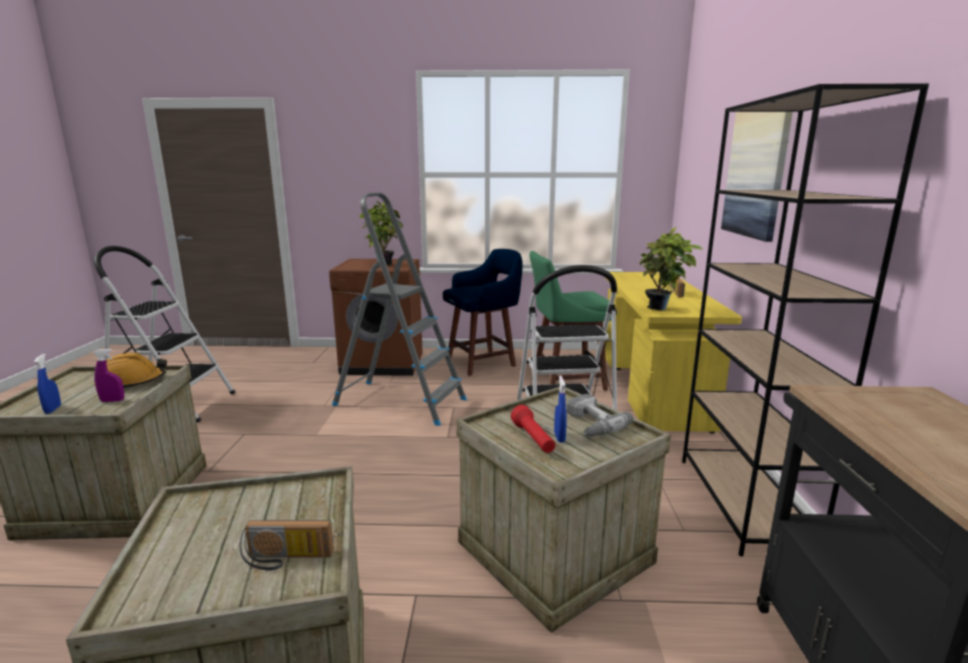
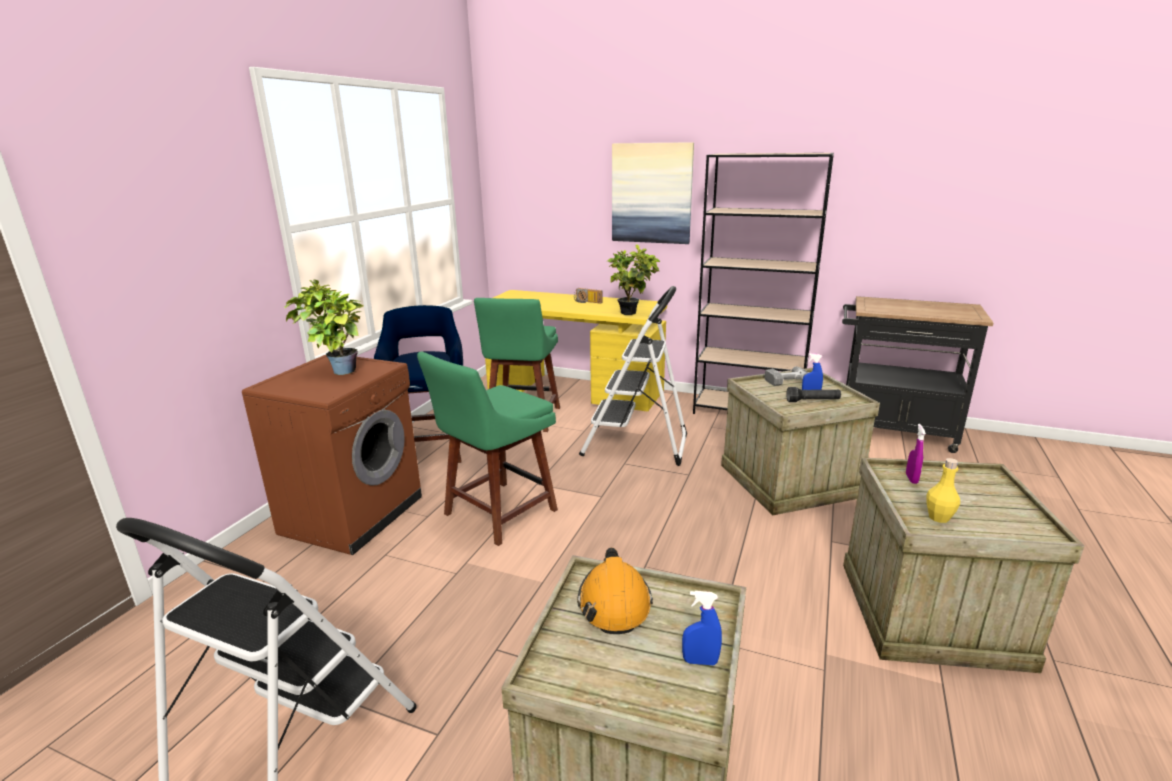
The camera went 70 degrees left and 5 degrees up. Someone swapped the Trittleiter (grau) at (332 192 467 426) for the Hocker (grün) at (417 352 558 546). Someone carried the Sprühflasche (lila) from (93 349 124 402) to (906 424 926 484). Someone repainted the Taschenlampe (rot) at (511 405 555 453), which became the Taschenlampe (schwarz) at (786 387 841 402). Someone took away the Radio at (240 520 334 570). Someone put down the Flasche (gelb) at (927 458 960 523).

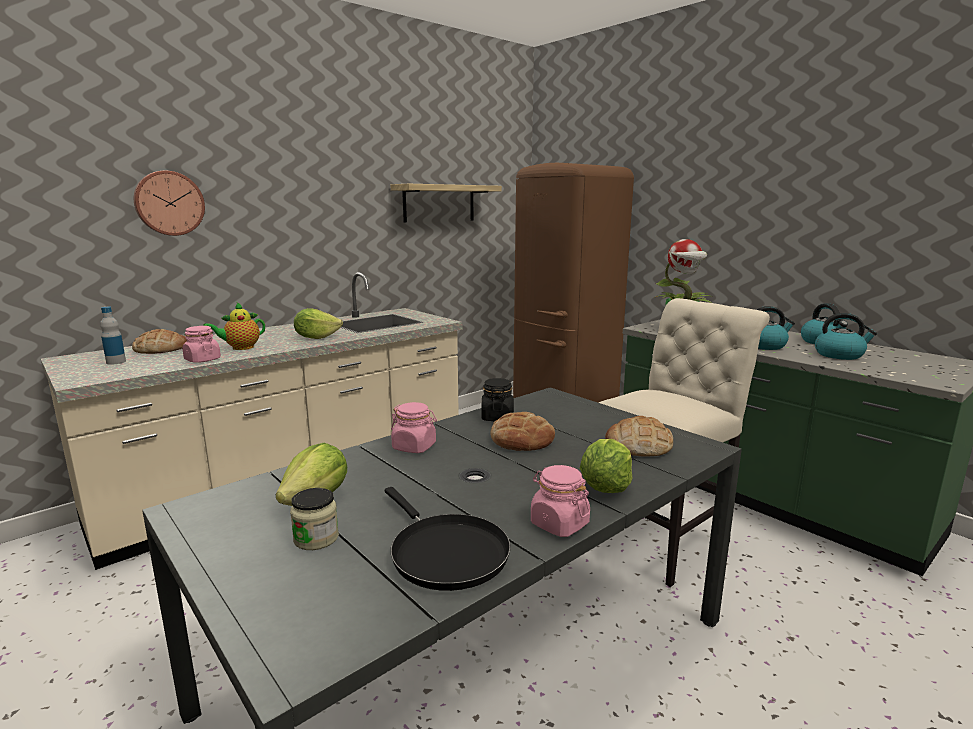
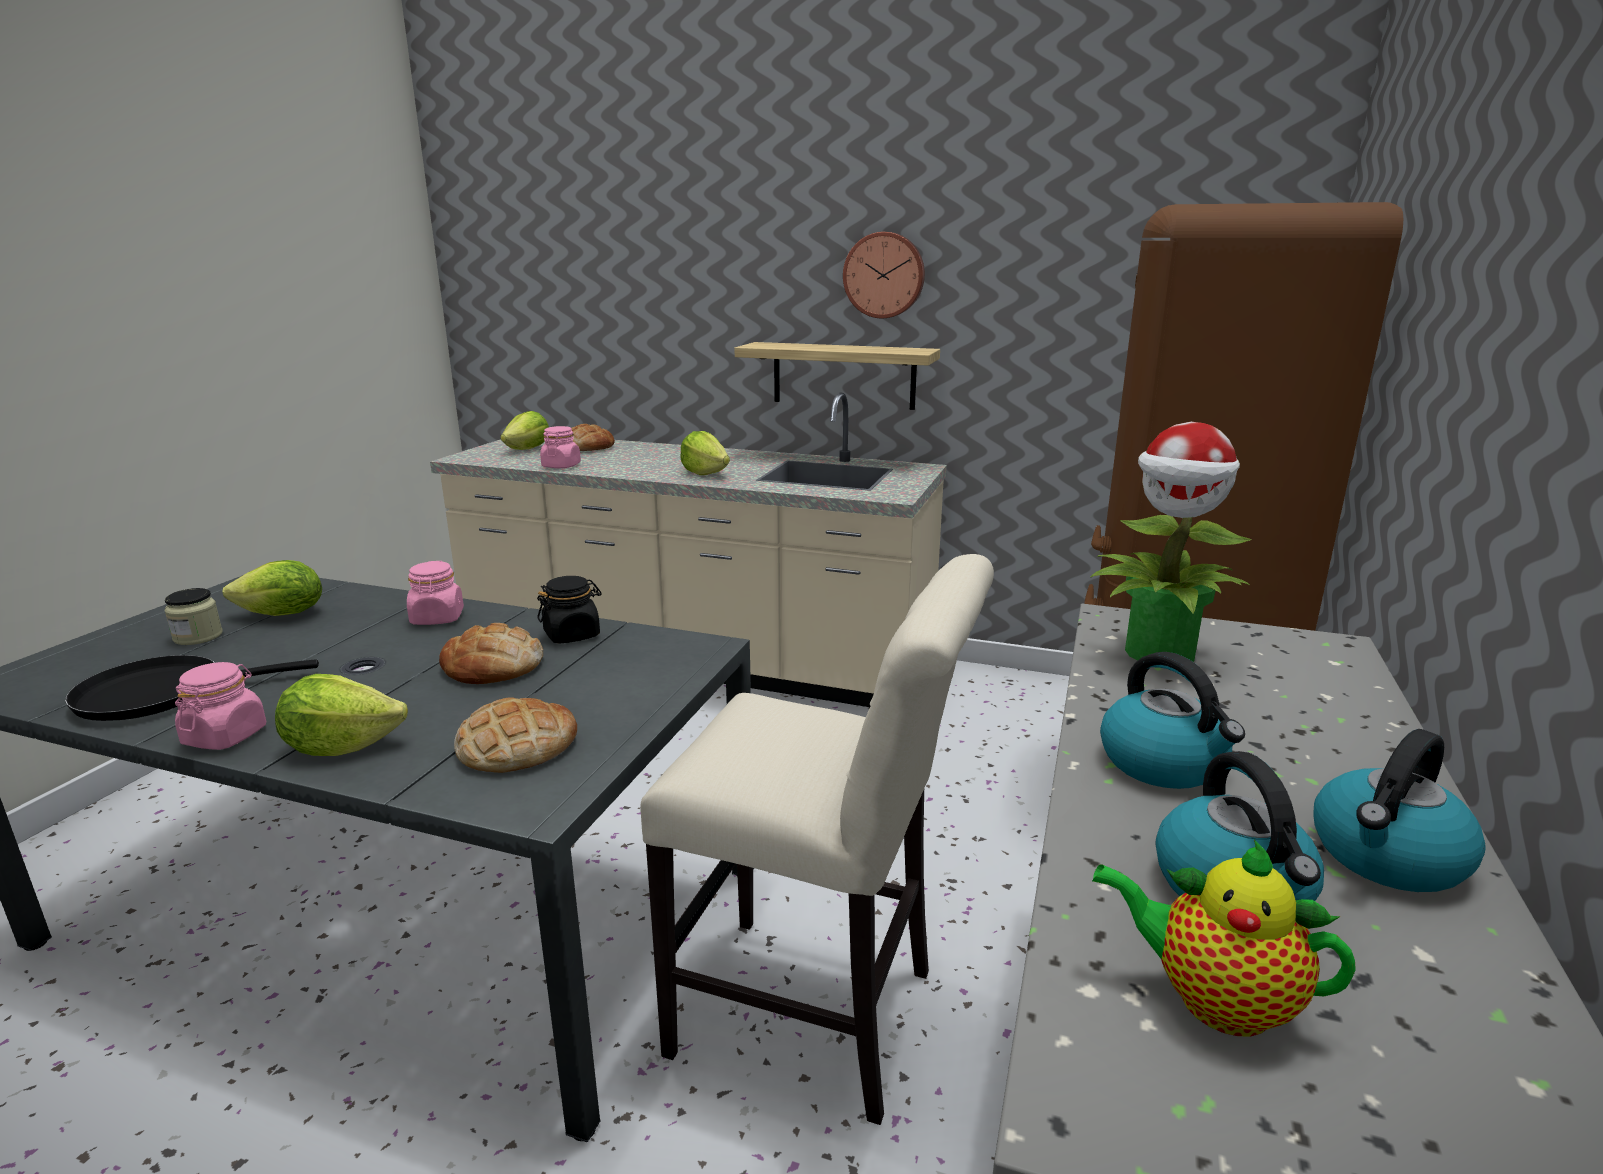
The camera went 60 degrees right and 5 degrees up. Someone carried the Wanduhr from (134 171 205 236) to (843 232 925 318). Someone carried the Wandregal from (391 184 502 222) to (734 342 940 410). Someone carried the Teekanne from (203 302 265 350) to (1092 840 1356 1036). Someone swapped the Flasche at (100 307 126 365) for the Salatkopf at (500 411 549 450). Someone rotated the Pfanne (schwarz) at (385 487 511 591) by 45 degrees clockwise.

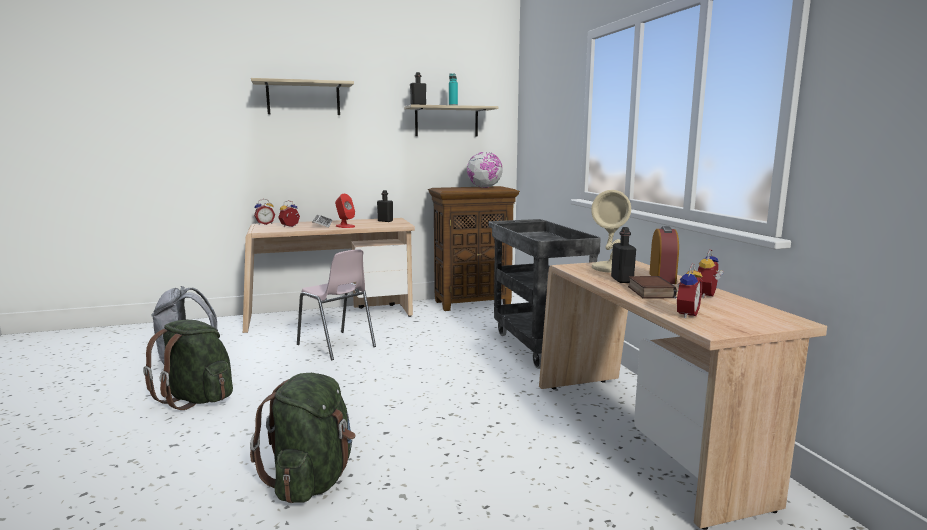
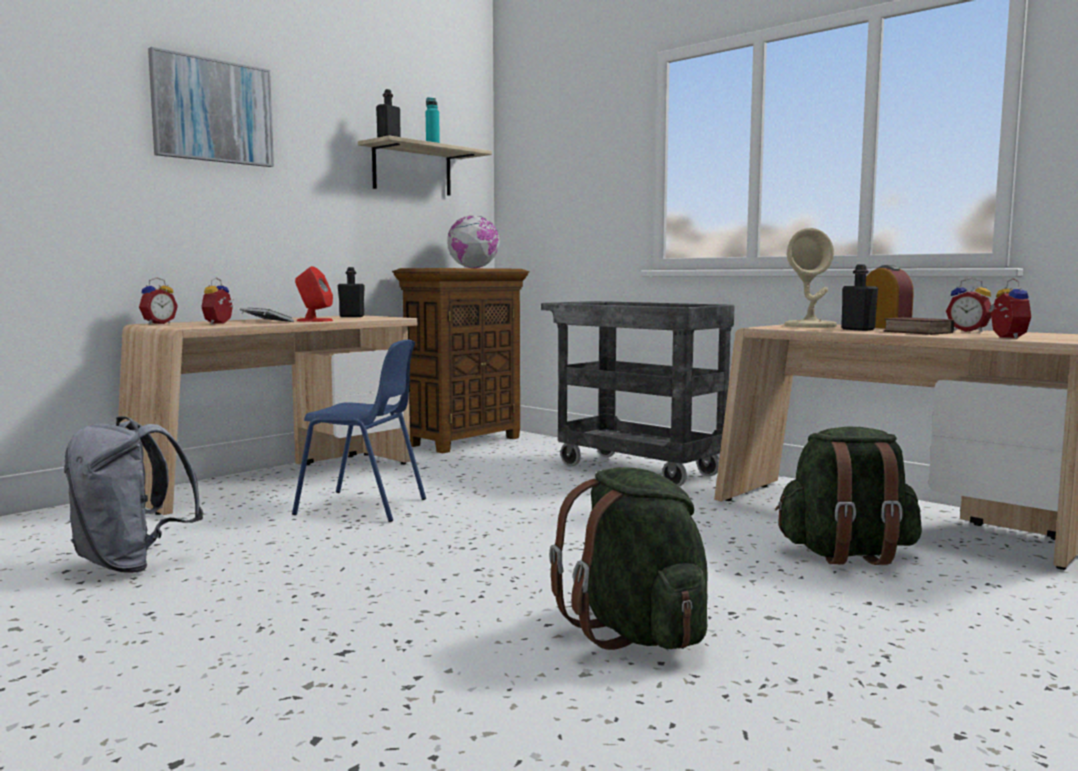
The camera went 30 degrees left and 5 degrees down. Someone swapped the Wandregal at (251 78 354 115) for the Bild at (148 47 274 167). Someone rotated the Wecker at (698 249 724 298) by 45 degrees counterclockwise. Someone repainted the Stuhl (rosa) at (297 250 376 360), which became the Stuhl (blau) at (292 340 426 522). Someone carried the Rucksack (grün) from (143 320 233 410) to (775 427 922 565).

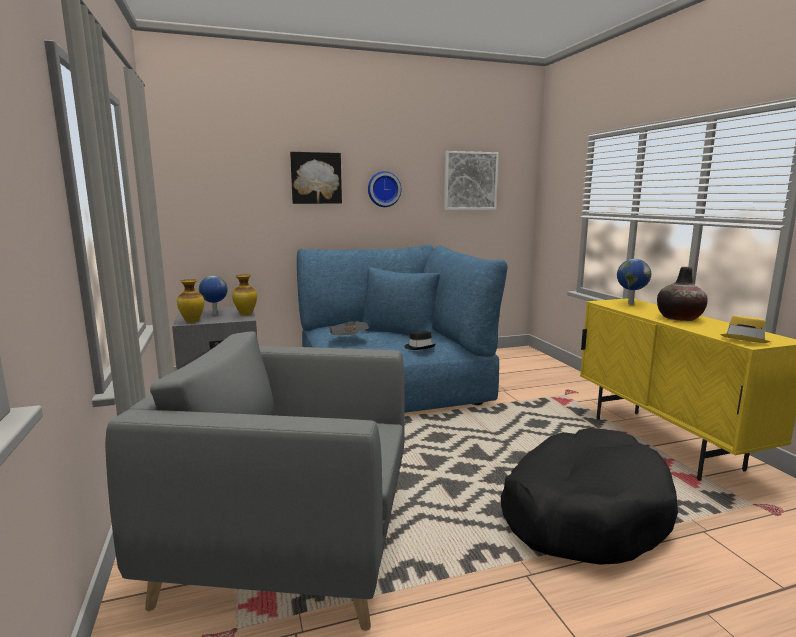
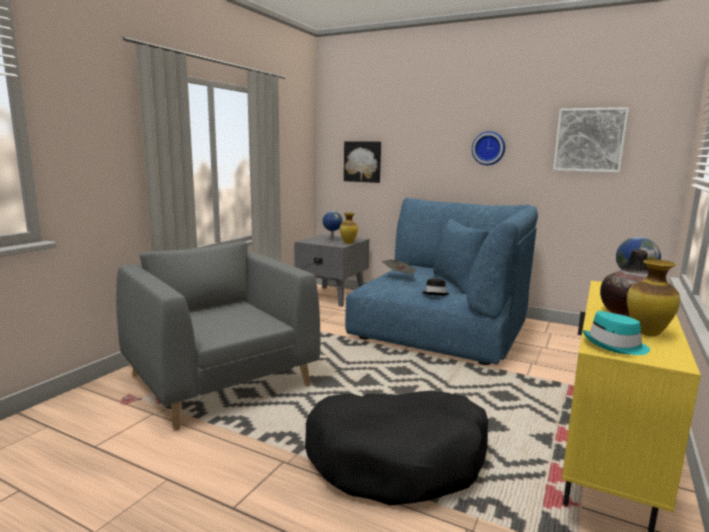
The camera went 45 degrees right and 0 degrees up. Someone carried the Bild from (290 152 342 204) to (344 141 381 183). Someone carried the Vase from (177 279 204 323) to (627 259 680 336). Someone repainted the Hut (gelb) at (720 316 771 343), which became the Hut (türkis) at (583 311 650 355).

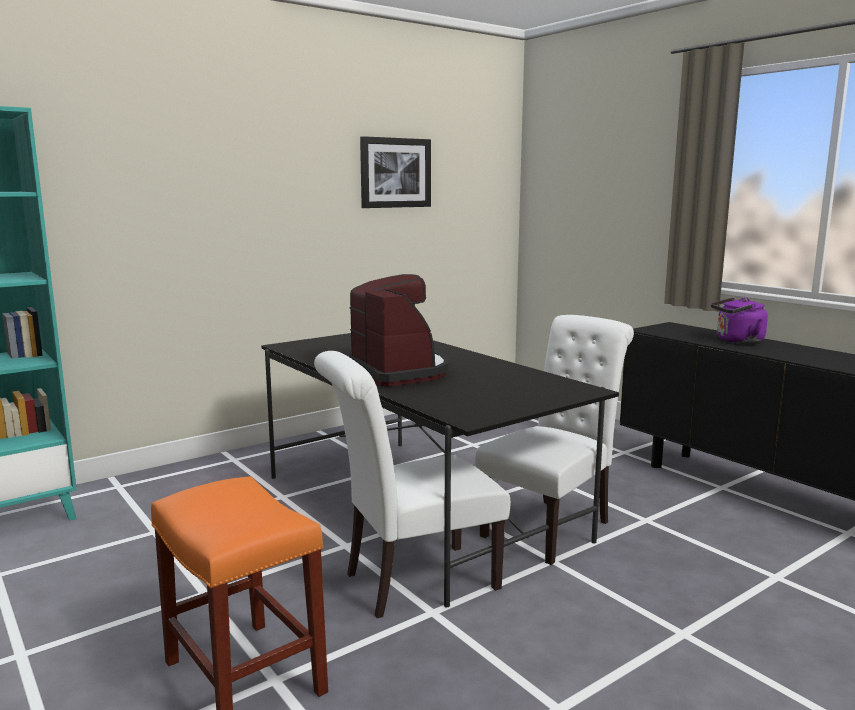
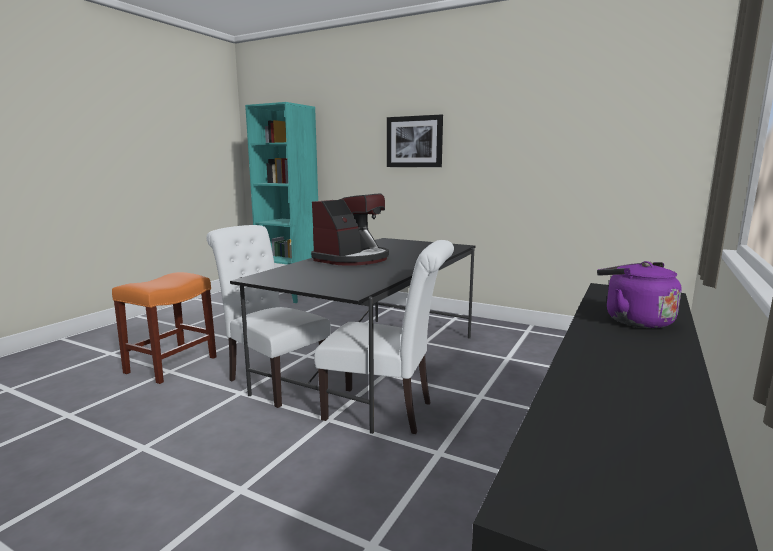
The camera went 65 degrees right and 0 degrees up. Someone carried the Bild from (360 136 431 208) to (387 114 443 167).

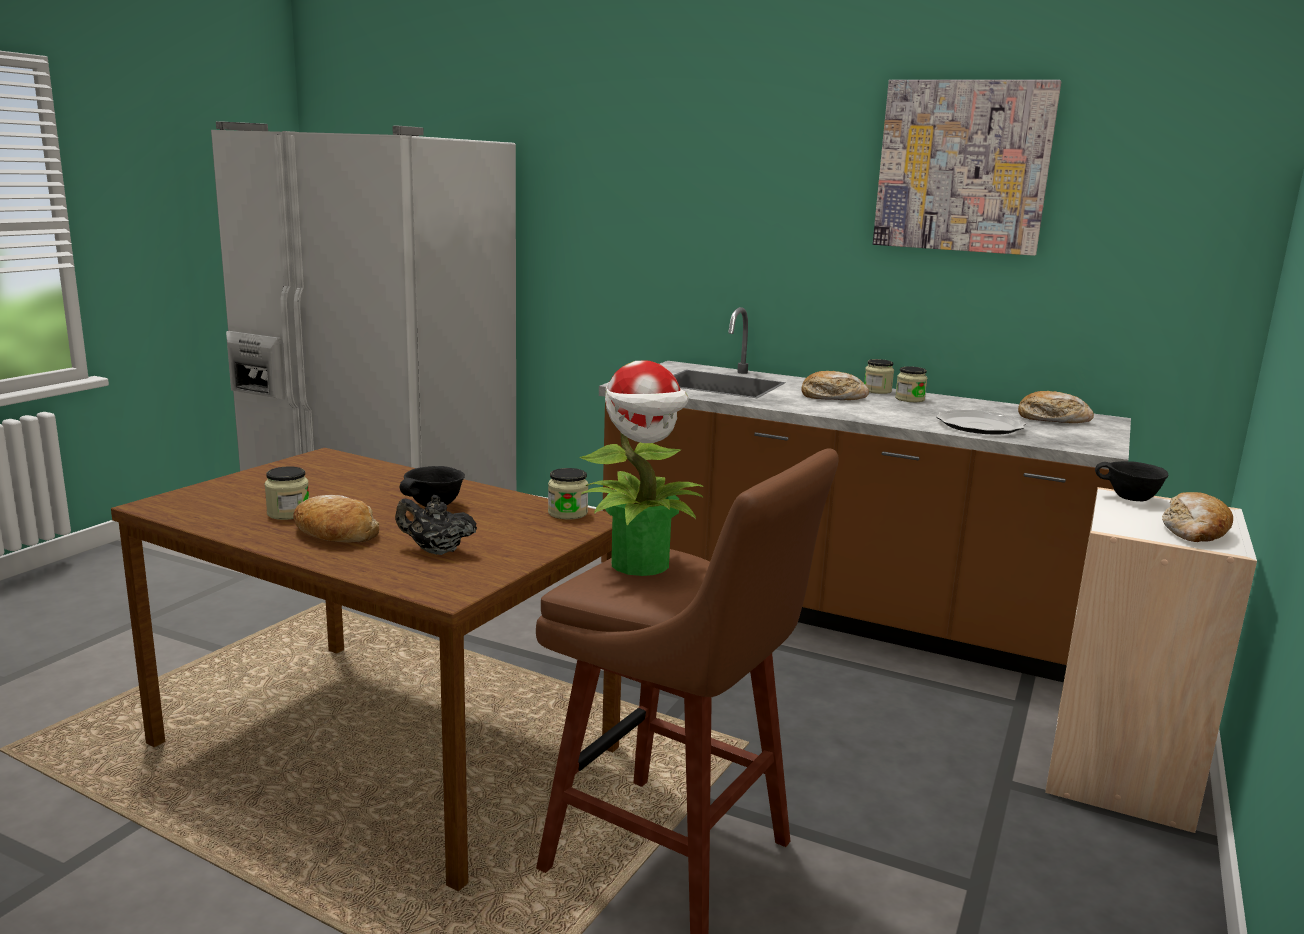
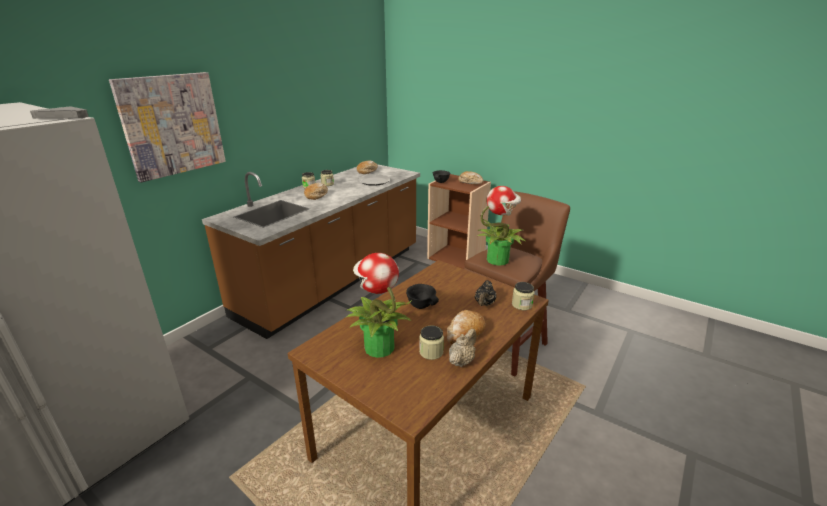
The camera went 80 degrees left and 10 degrees up. Someone carried the Bild from (873 80 1061 256) to (109 72 226 182). Someone carried the Vorratsglas from (548 468 588 520) to (512 282 535 310). Someone repainted the Bücherregal (weiß) at (1045 487 1257 833), which became the Bücherregal (braun) at (427 174 491 269). Someone put down the Topfpflanze at (347 253 412 358). Someone put down the Teekanne (beige) at (449 329 476 367).

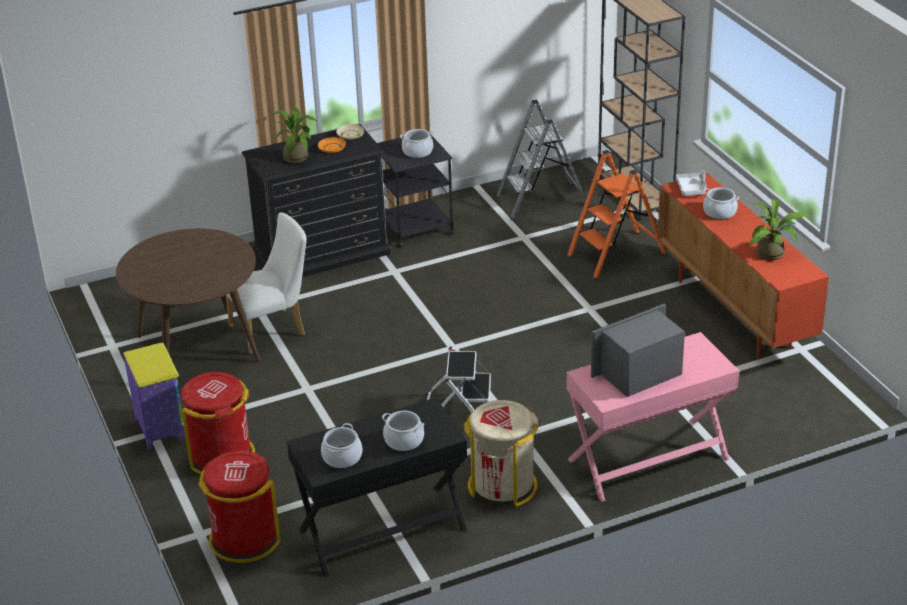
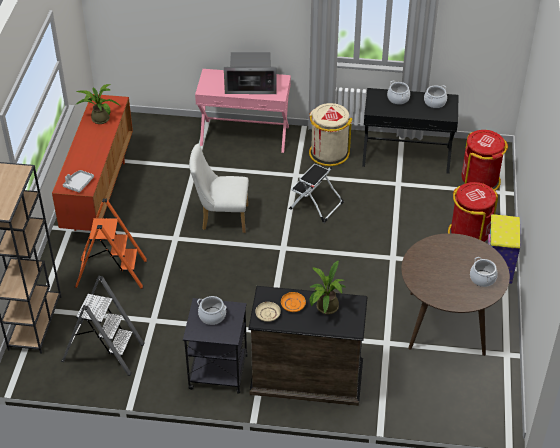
The camera went 150 degrees left and 10 degrees up. Someone carried the Kochtopf from (703 187 739 220) to (470 257 498 287). Someone carried the Stuhl (weiß) from (226 212 306 354) to (189 144 249 233).

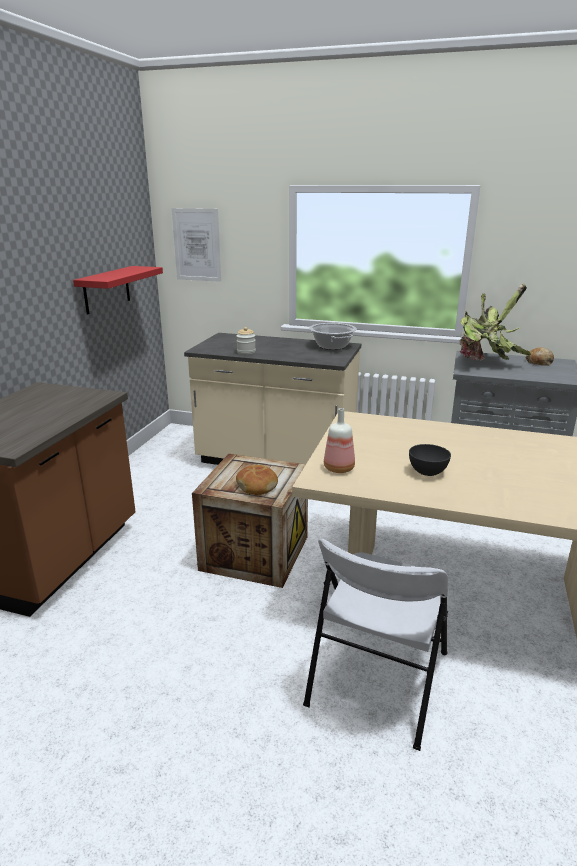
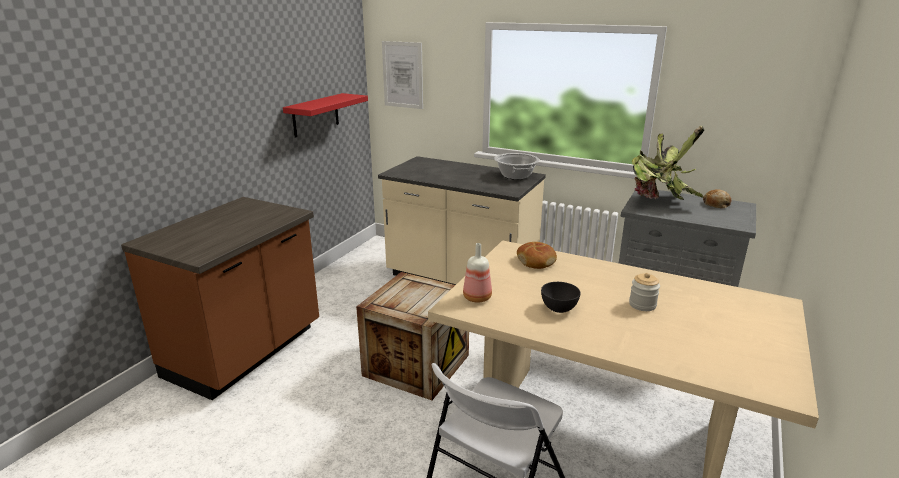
The camera went 10 degrees right and 0 degrees up. Someone carried the Vorratsglas from (236 327 256 354) to (629 273 660 311). Someone carried the Brot from (236 465 278 495) to (517 242 557 269).

